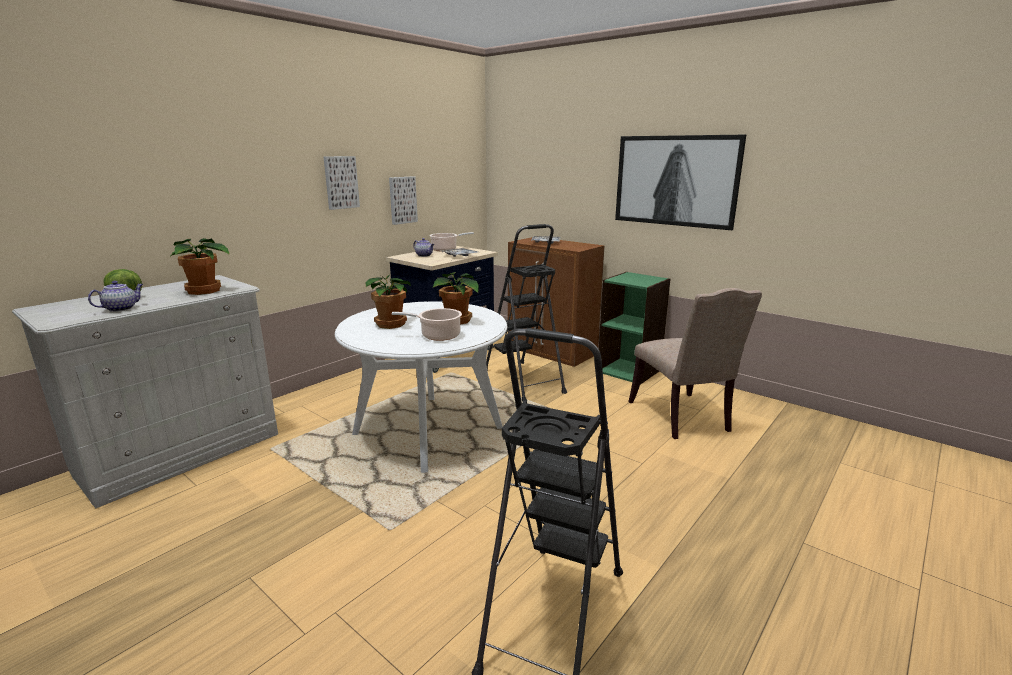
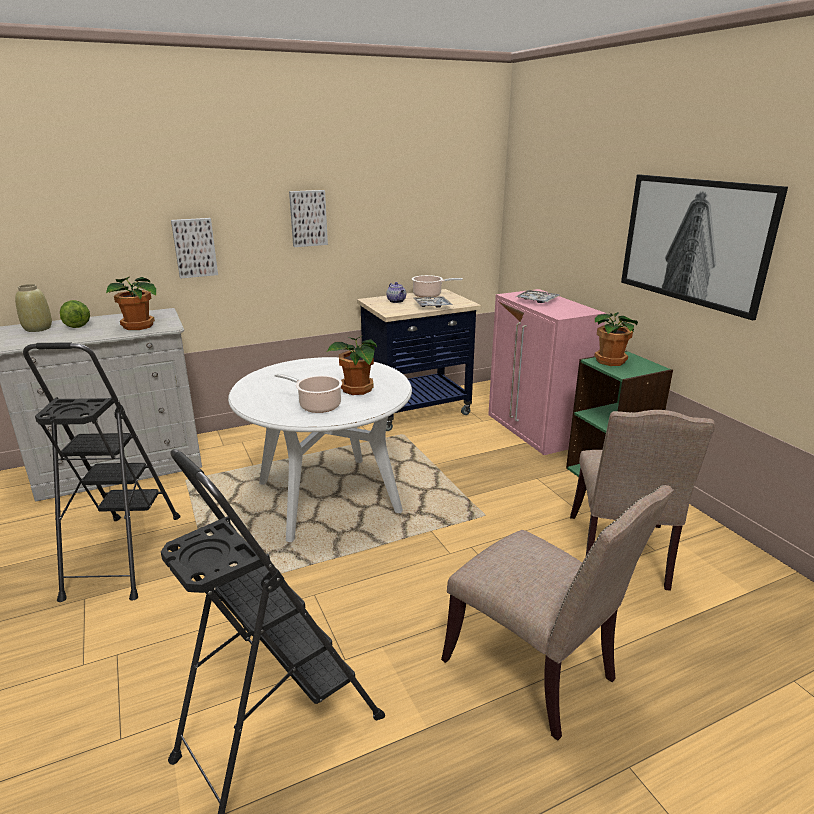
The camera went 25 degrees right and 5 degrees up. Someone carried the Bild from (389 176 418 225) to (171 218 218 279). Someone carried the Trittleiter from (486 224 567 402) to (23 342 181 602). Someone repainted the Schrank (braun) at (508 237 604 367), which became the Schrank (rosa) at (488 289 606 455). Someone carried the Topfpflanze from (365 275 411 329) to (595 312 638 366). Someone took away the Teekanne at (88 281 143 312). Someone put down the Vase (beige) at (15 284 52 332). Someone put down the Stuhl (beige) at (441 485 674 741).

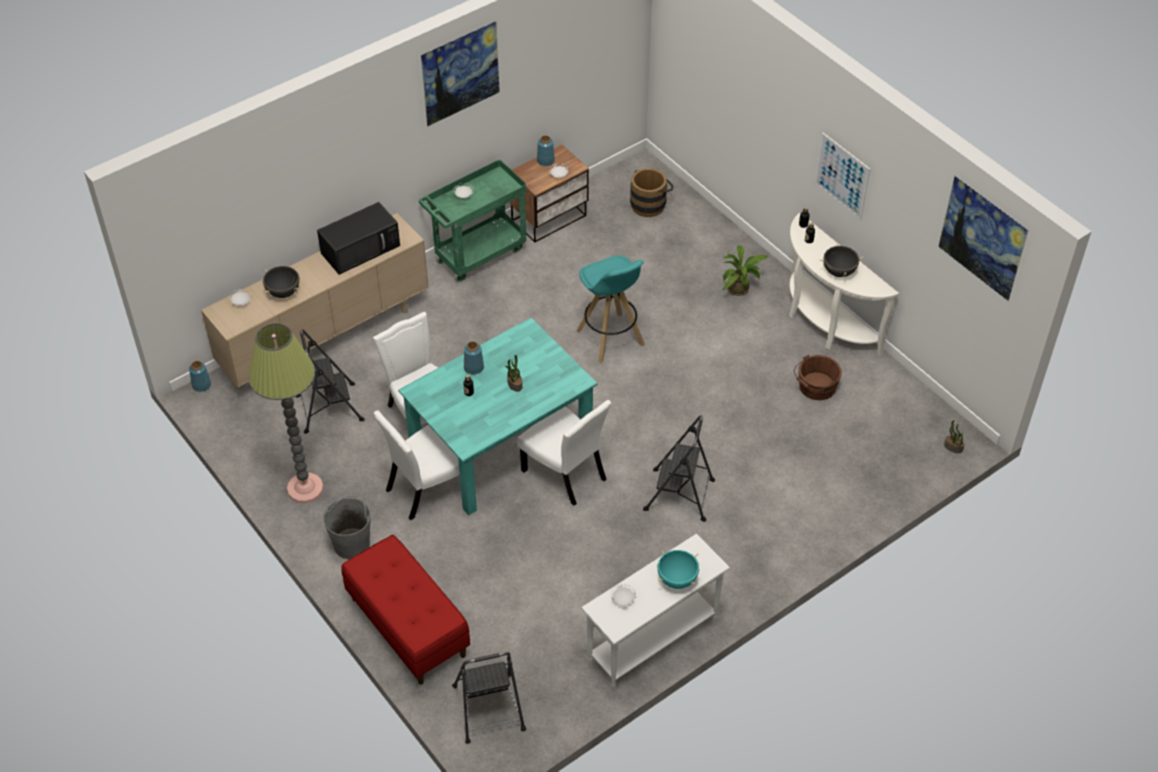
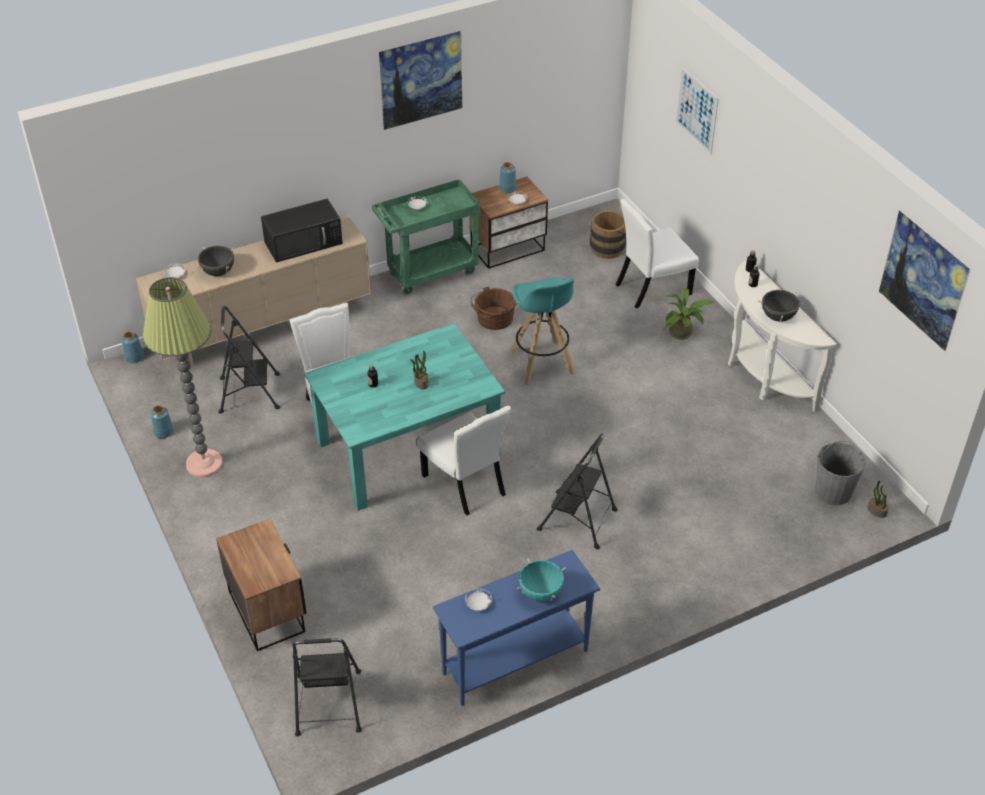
The camera went 10 degrees right and 5 degrees down. Someone carried the Bild from (815 133 870 220) to (675 67 719 155). Someone carried the Vase (blau) from (464 341 484 375) to (151 405 174 438). Someone carried the Eimer (braun) from (794 354 842 400) to (471 286 516 330). Someone carried the Stuhl (weiß) from (374 410 460 520) to (615 199 699 308). Someone carried the Eimer (grau) from (323 496 371 559) to (815 441 866 505). Someone repainted the Konsolentisch (weiß) at (581 534 730 691), which became the Konsolentisch (blau) at (433 550 600 706). Someone swapped the Bank (rot) at (341 535 470 685) for the Nachttisch at (216 519 307 651).

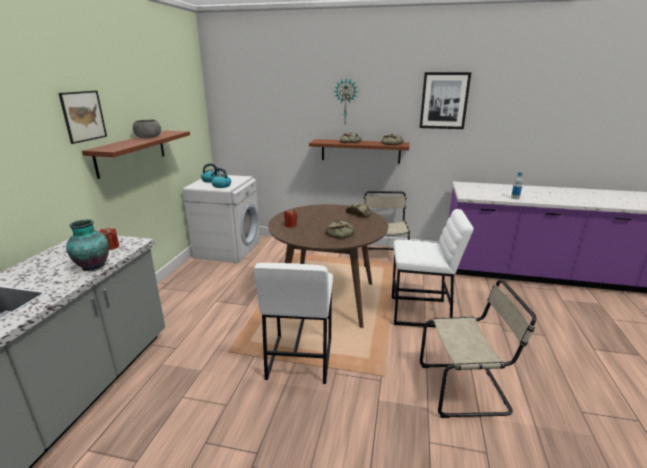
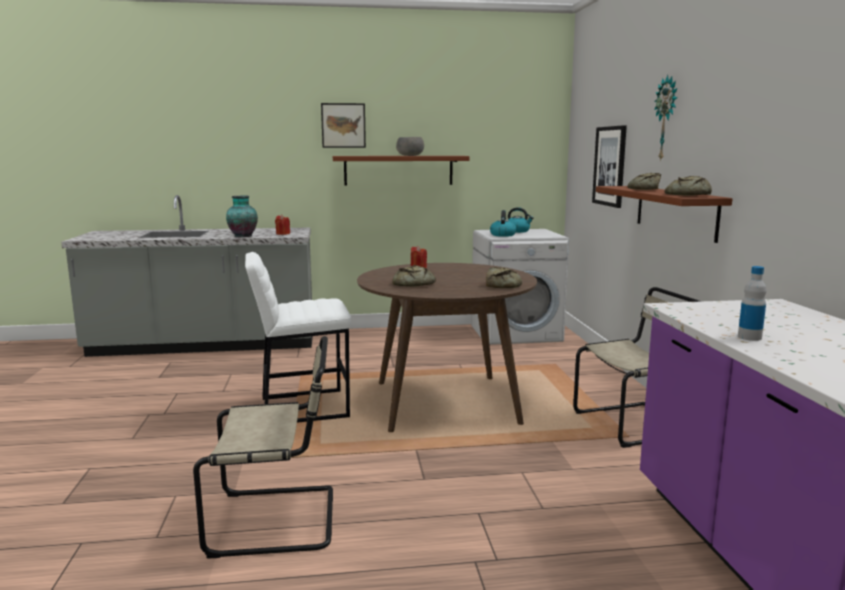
The camera went 70 degrees right and 10 degrees down. Someone carried the Bild from (420 72 471 129) to (592 125 627 208). Someone took away the Hocker (weiß) at (392 209 474 328). Someone rotated the Stuhl (beige) at (420 280 536 418) by 75 degrees counterclockwise.

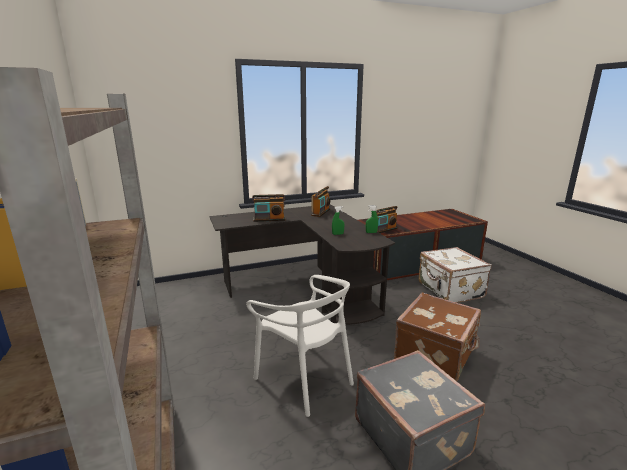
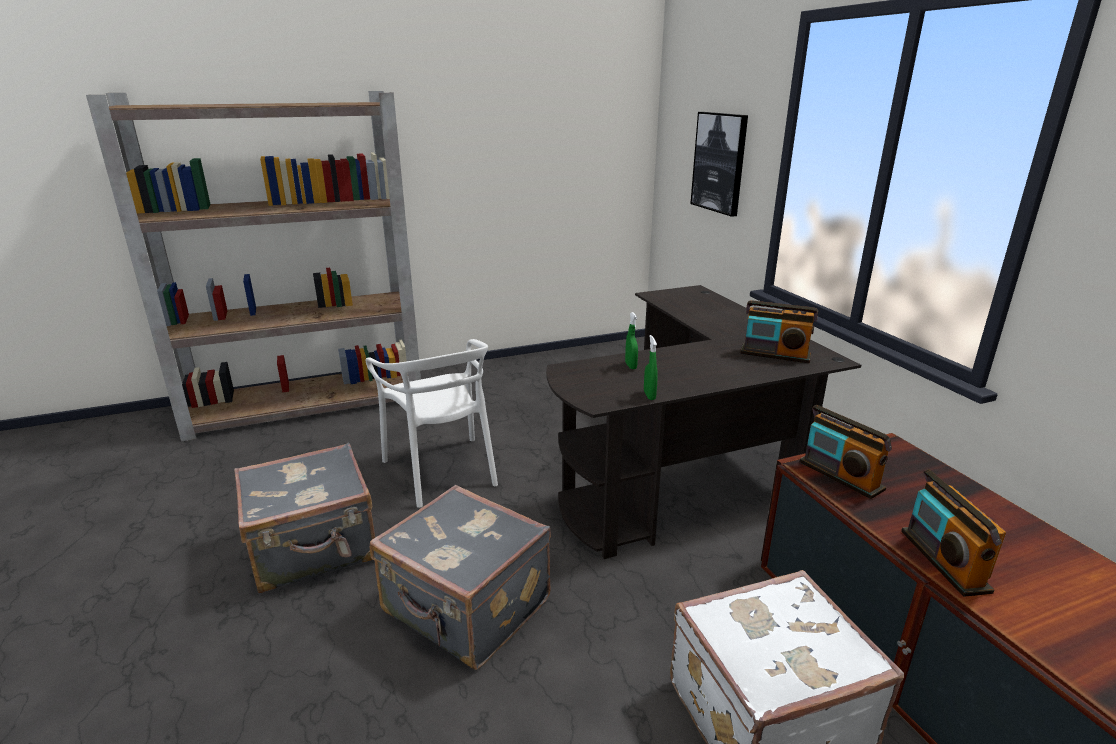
The camera went 90 degrees right and 5 degrees up. Someone carried the Radio from (252 194 286 222) to (901 469 1006 597). Someone rotated the Stuhl (weiß) at (246 275 354 417) by 75 degrees counterclockwise. Someone repainted the Koffer (braun) at (394 292 481 381), which became the Koffer (grau) at (370 485 551 670). Someone put up the Bild at (690 112 748 217).

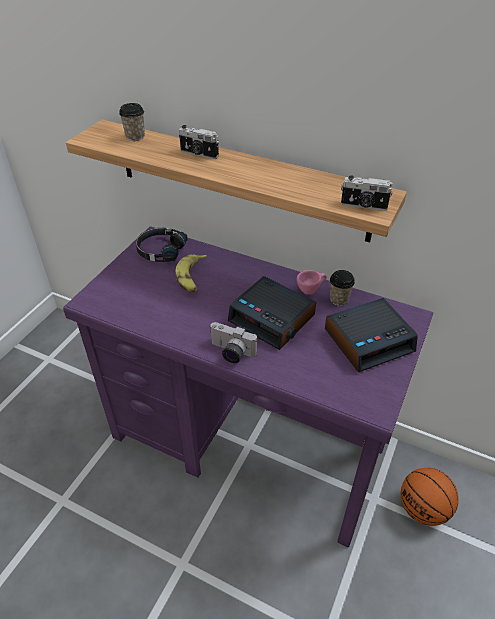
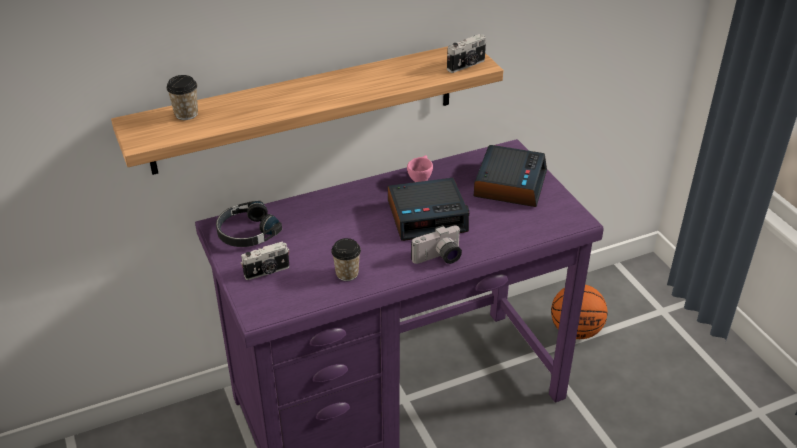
The camera went 50 degrees left and 5 degrees down. Someone carried the Kamera from (179 125 219 159) to (241 242 290 280). Someone took away the Banane at (176 254 208 293). Someone carried the Tasse from (330 270 355 306) to (331 238 361 281).

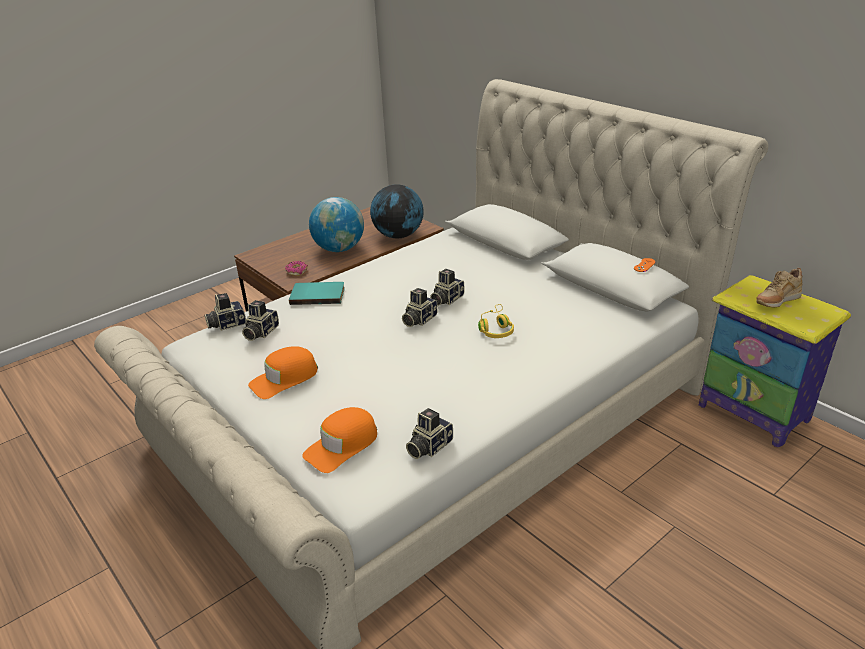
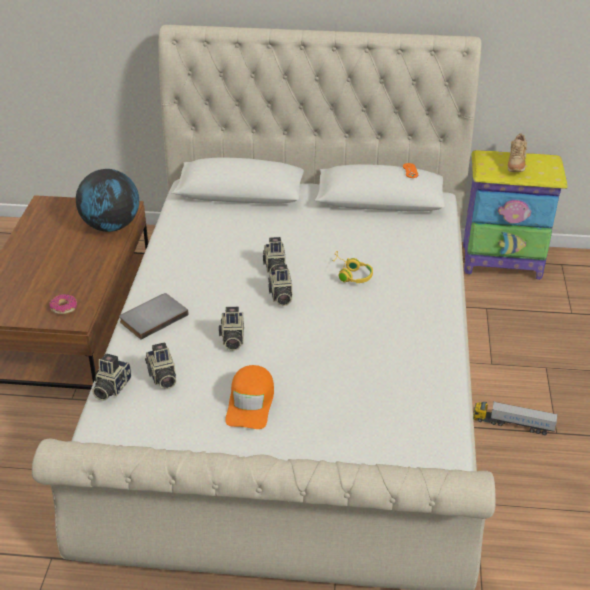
The camera went 45 degrees left and 5 degrees up. Someone took away the Globus at (309 197 364 252). Someone repainted the Buch (türkis) at (289 282 345 305), which became the Buch (grau) at (119 293 189 340). Someone took away the Kappe (orange) at (302 407 377 473). Someone carried the Kamera from (406 408 453 459) to (219 307 245 351). Someone put down the Spielzeuglaster at (473 401 558 435).

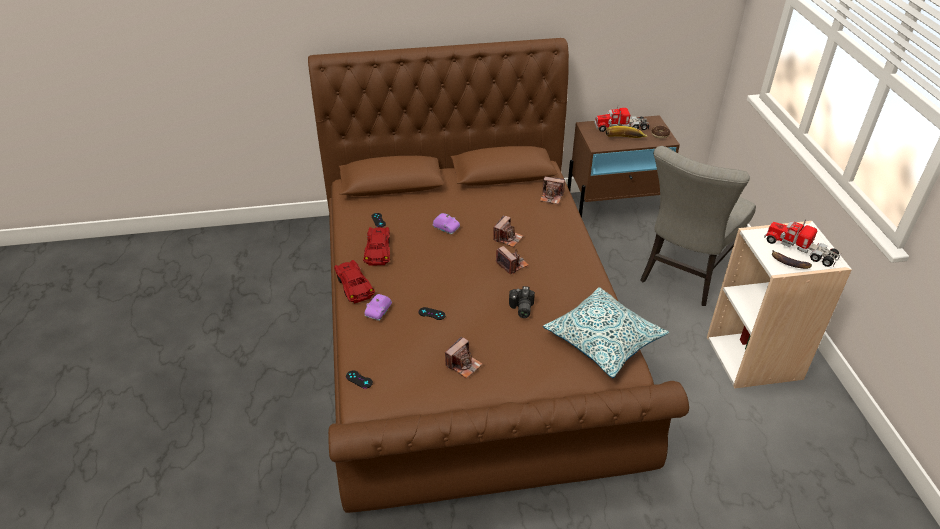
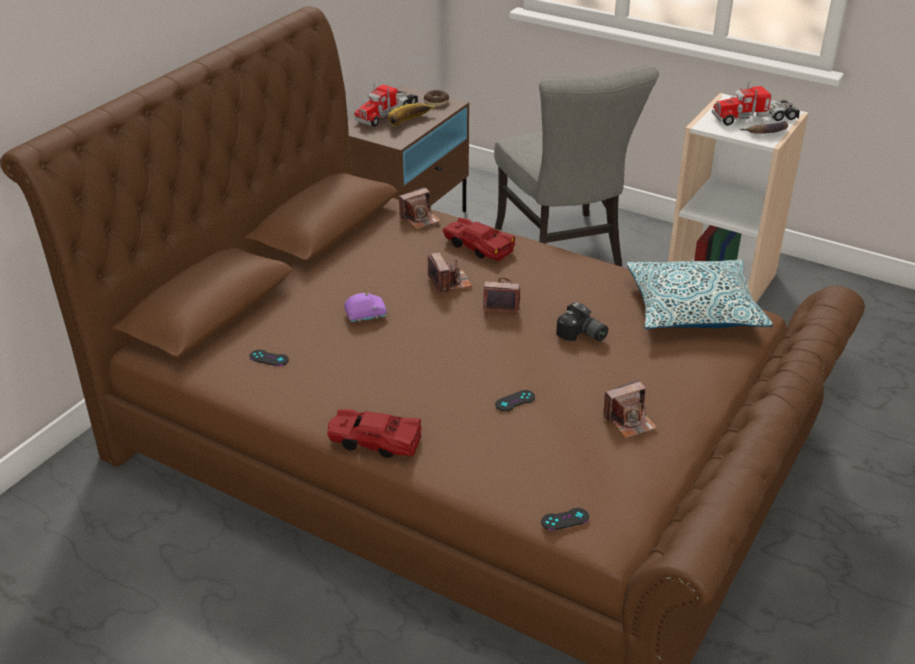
The camera went 50 degrees left and 5 degrees down. Someone carried the Spielzeugauto (rot) from (363 227 390 266) to (443 218 515 261). Someone took away the Spielzeugauto (lila) at (364 294 392 321). Someone rotated the Kamera at (445 337 483 379) by 75 degrees clockwise.

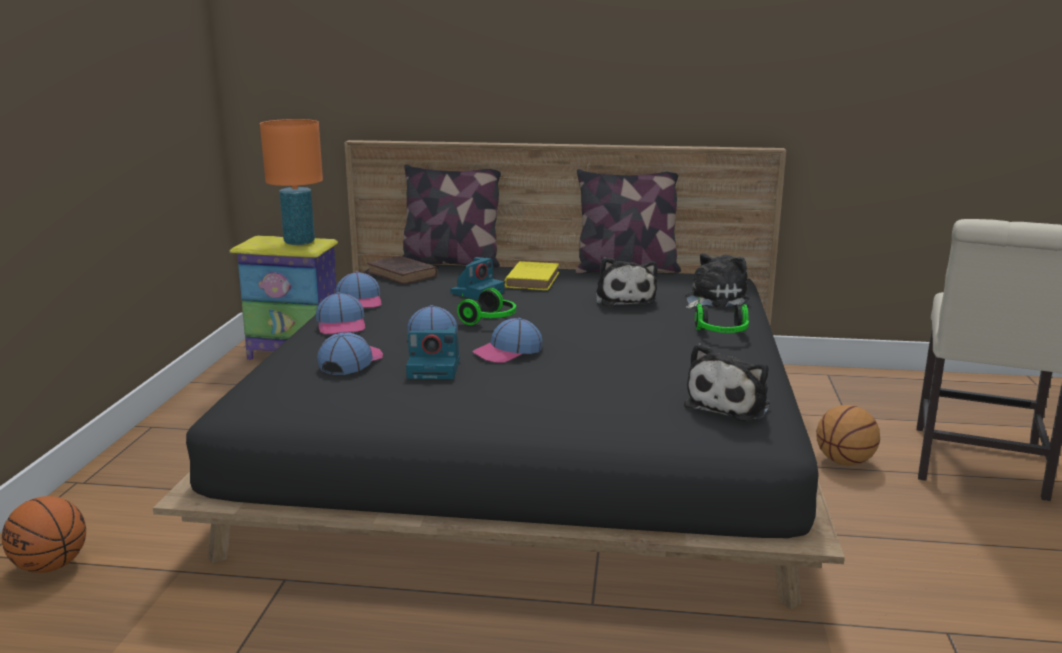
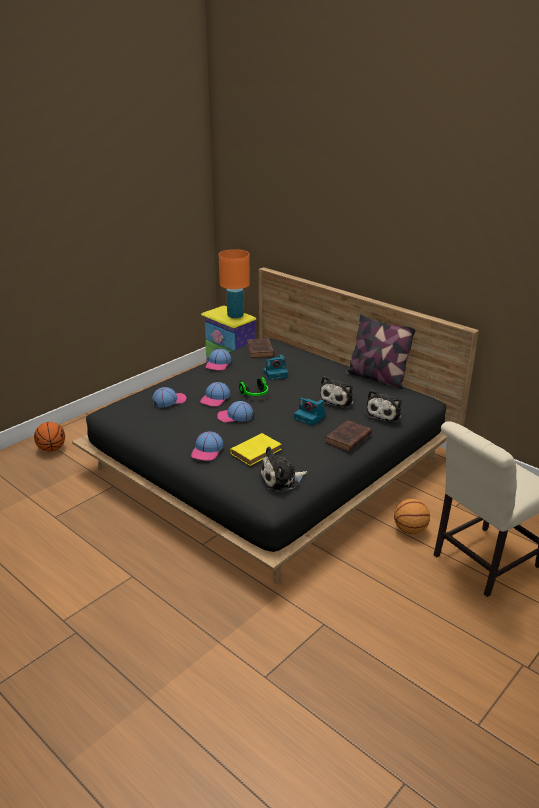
The camera went 35 degrees right and 10 degrees up. Someone took away the Kissen at (403 164 501 267). Someone rotated the Plüschtier at (685 254 750 308) by 120 degrees clockwise. Someone carried the Buch (gelb) from (504 261 559 290) to (230 433 282 466). Someone carried the Kappe from (316 292 365 334) to (191 431 223 461). Someone swapped the Kopfhörer at (695 297 749 333) for the Buch (braun) at (325 420 372 452). Someone carried the Kamera from (406 326 460 379) to (294 398 326 426).

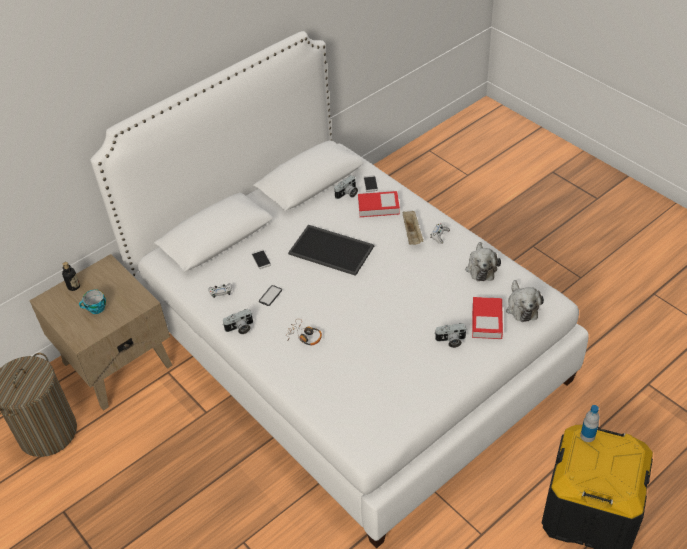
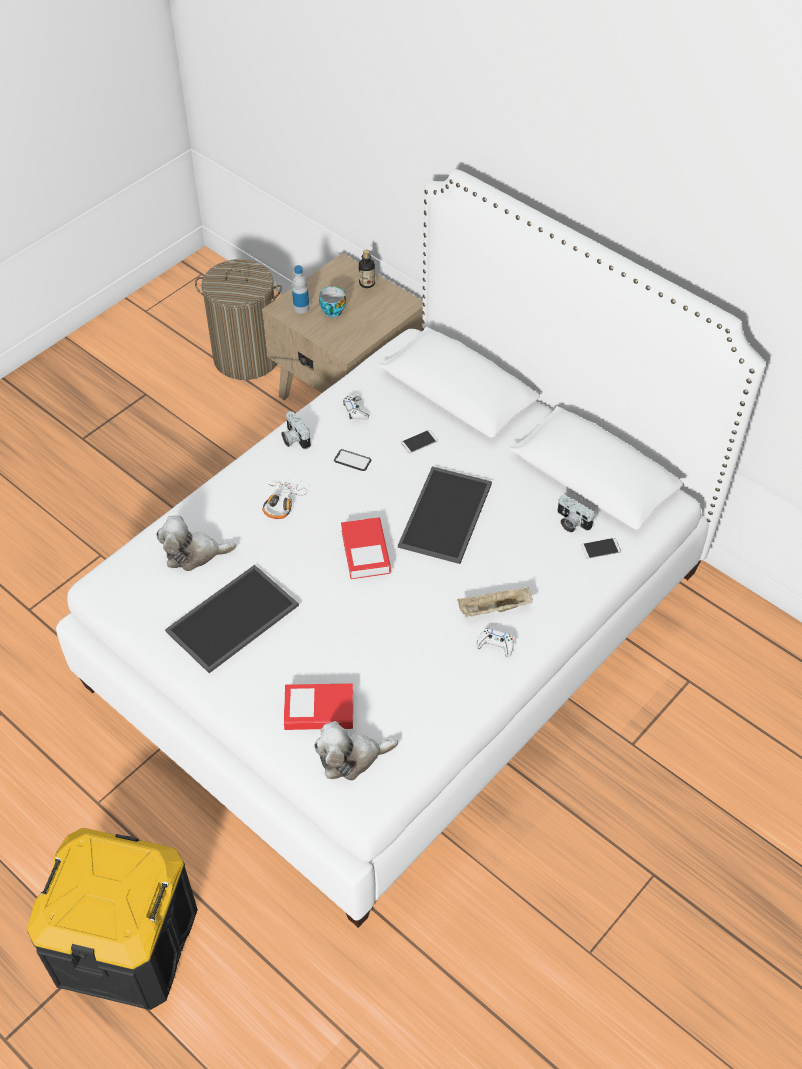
The camera went 80 degrees right and 5 degrees up. Someone carried the Buch from (358 191 400 217) to (341 517 391 579). Someone carried the Plüschtier from (465 242 501 281) to (156 515 236 571). Someone took away the Kamera at (435 323 467 348). Someone carried the Flasche from (580 405 600 442) to (292 265 309 314). Someone put down the Tablett at (165 565 299 673).

